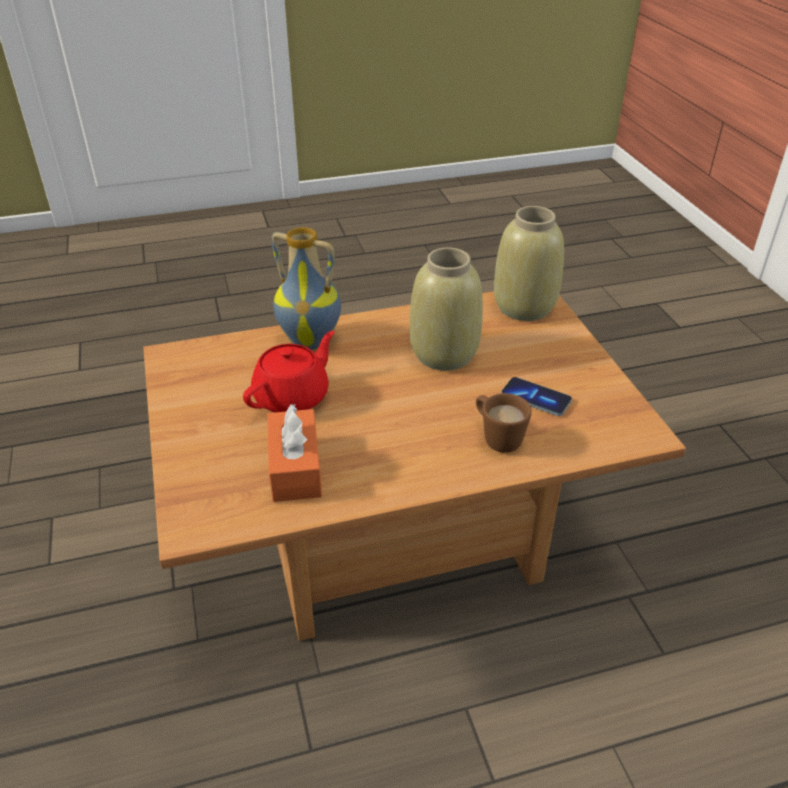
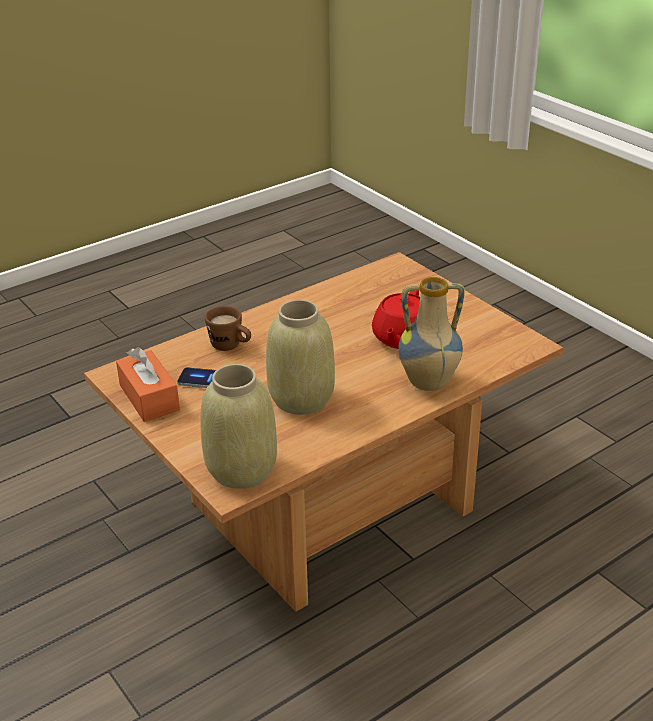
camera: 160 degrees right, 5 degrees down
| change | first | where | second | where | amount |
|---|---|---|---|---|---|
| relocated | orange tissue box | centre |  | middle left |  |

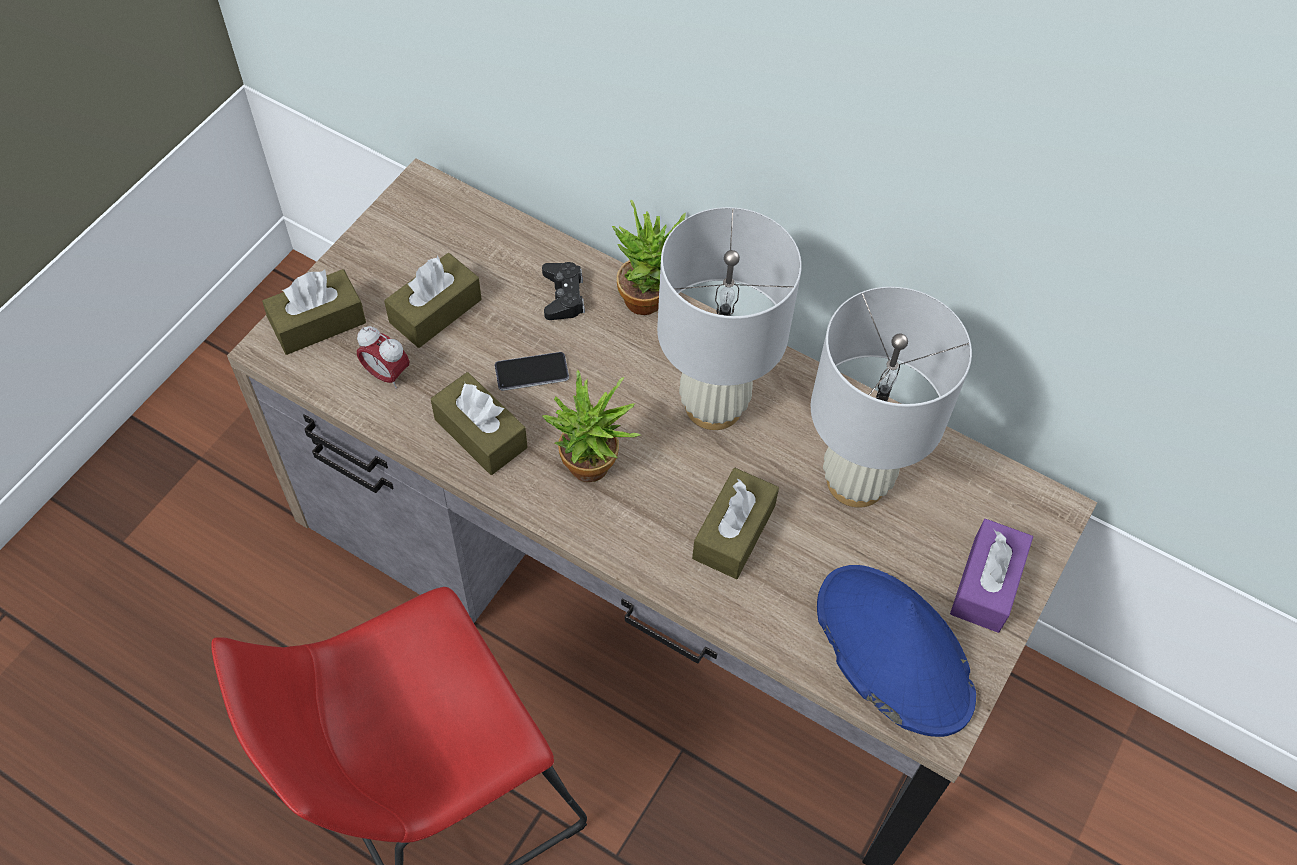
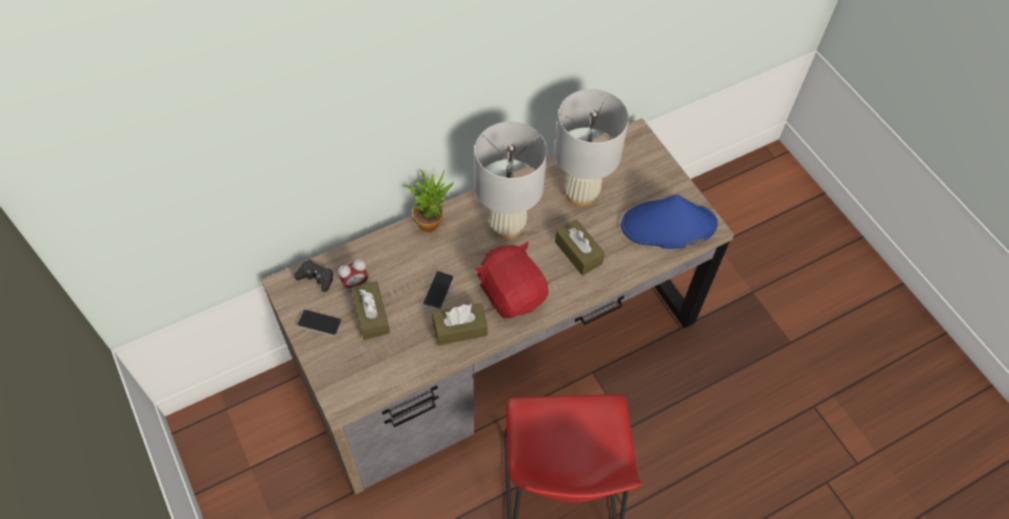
camera: 60 degrees left, 0 degrees up
| change | first | where | second | where | amount |
|---|---|---|---|---|---|
| missing | brown tissue box (no. 1 from left) | middle left |  |  |  |
| relocated | alarm clock | middle left |  | centre |  |
| relocated | black game controller | centre |  | middle left |  |
| exchanged | potted plant (no. 1 from left) | centre | red plush toy | centre |  |
| missing | purple tissue box | middle right |  |  |  |
| appeared |  |  | phone (no. 1 from left) | middle left |  |

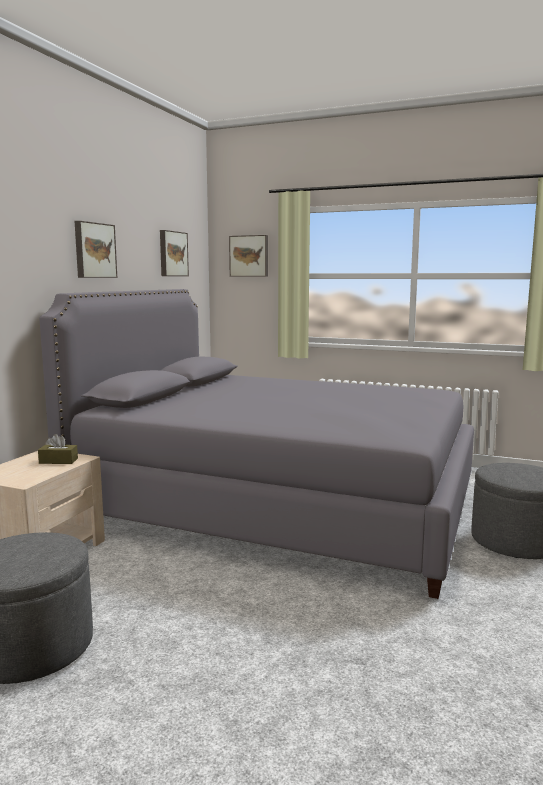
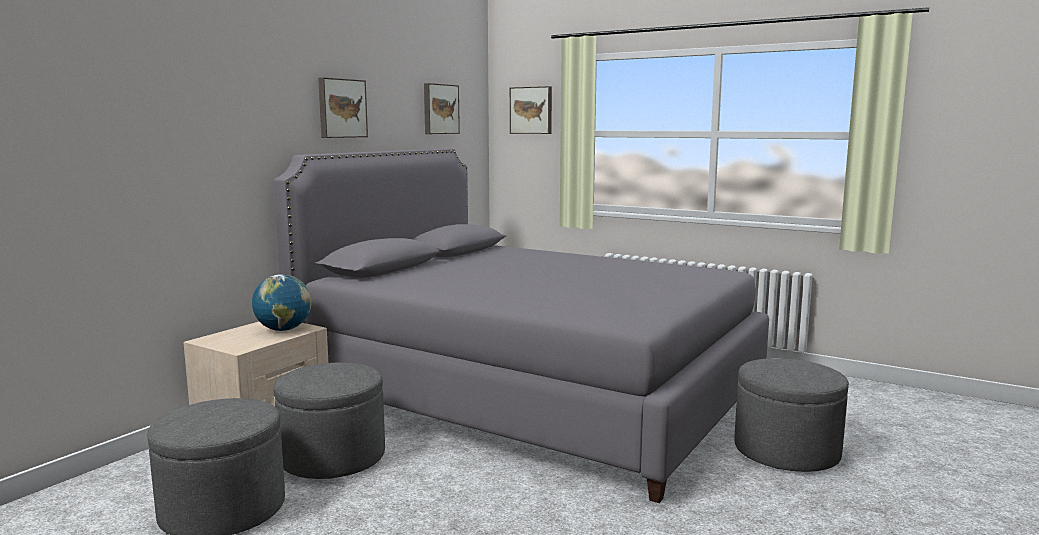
camera: 10 degrees right, 0 degrees up
| change | first | where | second | where | amount |
|---|---|---|---|---|---|
| exchanged | brown tissue box | middle left | globe | middle left |  |
| appeared |  |  | grey ottoman (no. 2 from left) | bottom left |  |

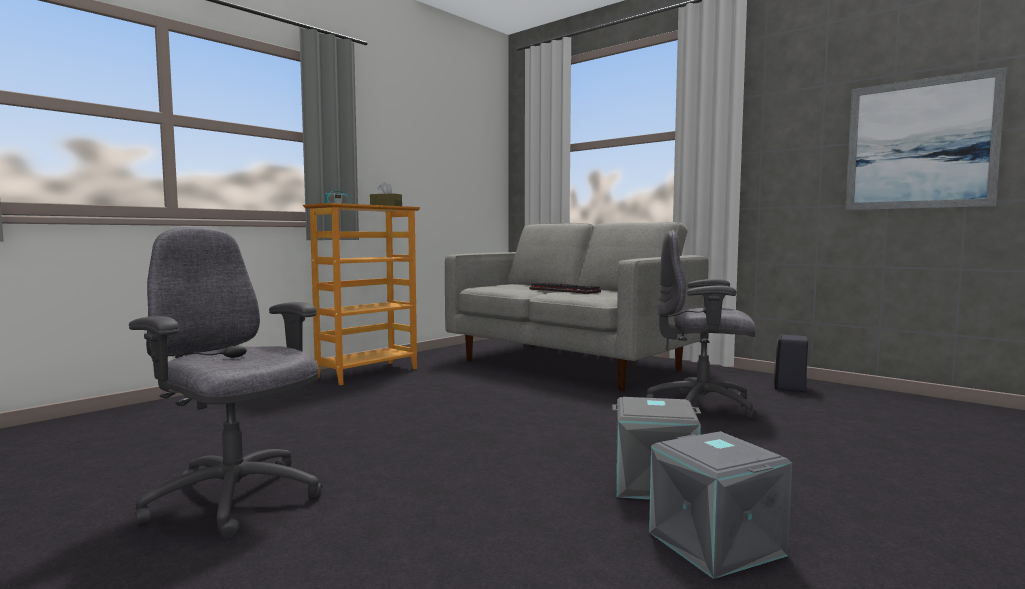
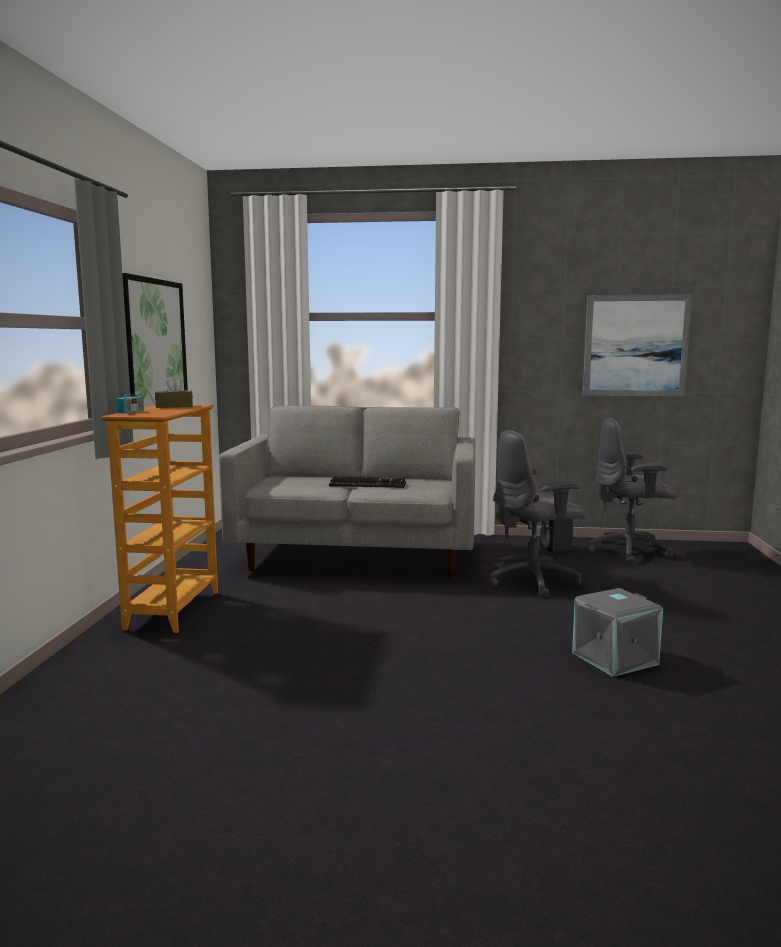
camera: 35 degrees left, 5 degrees up
| change | first | where | second | where | amount |
|---|---|---|---|---|---|
| relocated | grey office chair (no. 1 from left in the first image) | middle left | grey office chair (no. 2 from left) | middle right |  |
| missing | grey storage box (no. 2 from left) | bottom right |  |  |  |
| appeared |  |  | picture (no. 1 from left) | middle left |  |

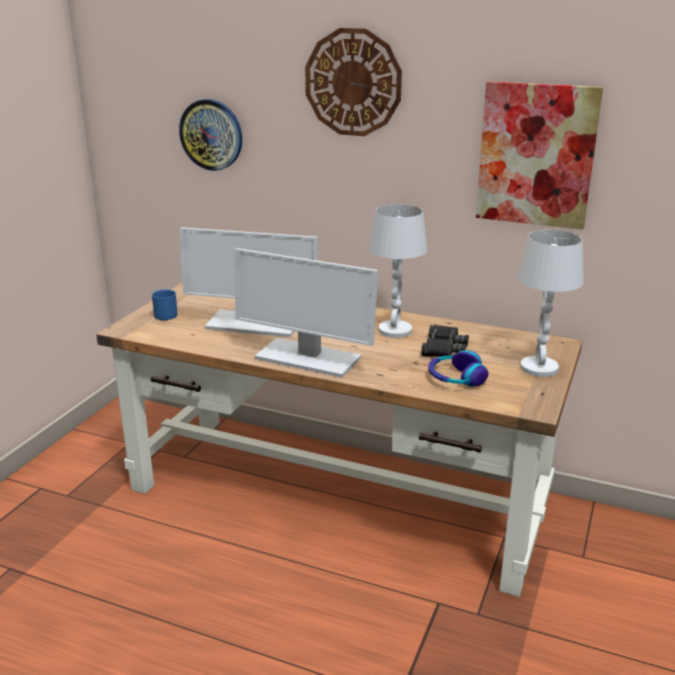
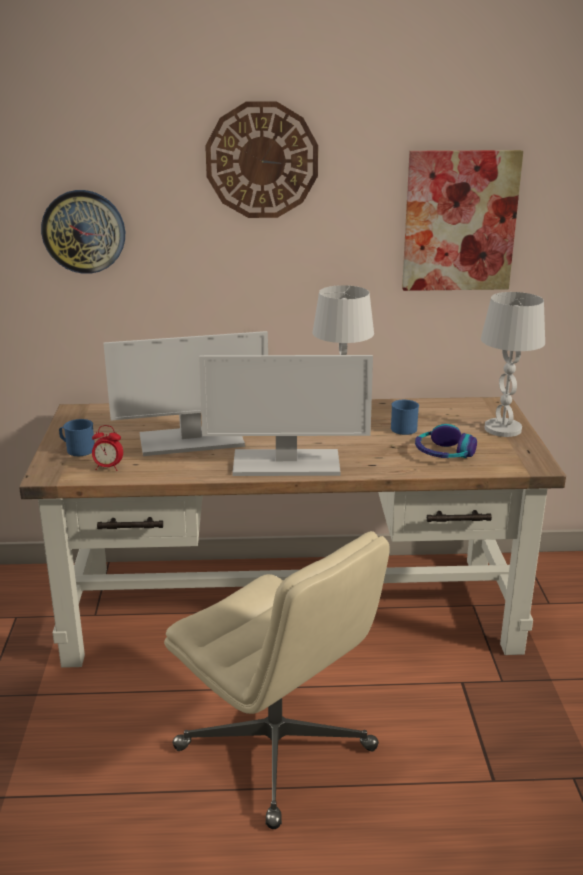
camera: 25 degrees left, 0 degrees up
| change | first | where | second | where | amount |
|---|---|---|---|---|---|
| exchanged | black binoculars | centre | blue mug (no. 2 from left) | middle right |  |
| appeared |  |  | alarm clock | middle left |  |
| appeared |  |  | beige office chair | bottom centre |  |

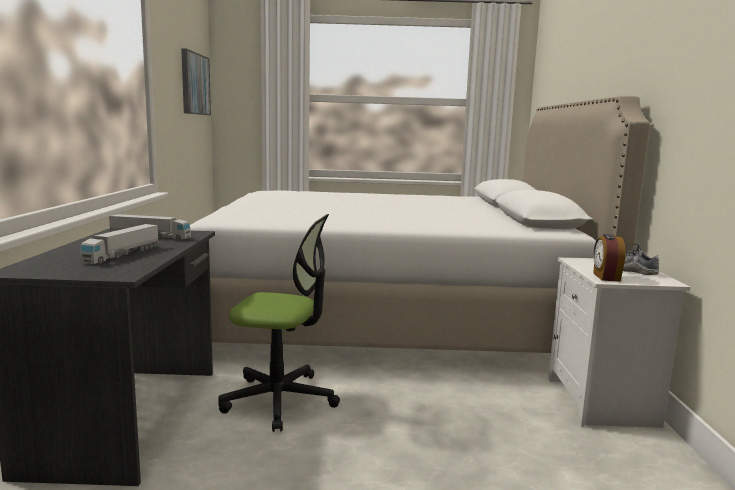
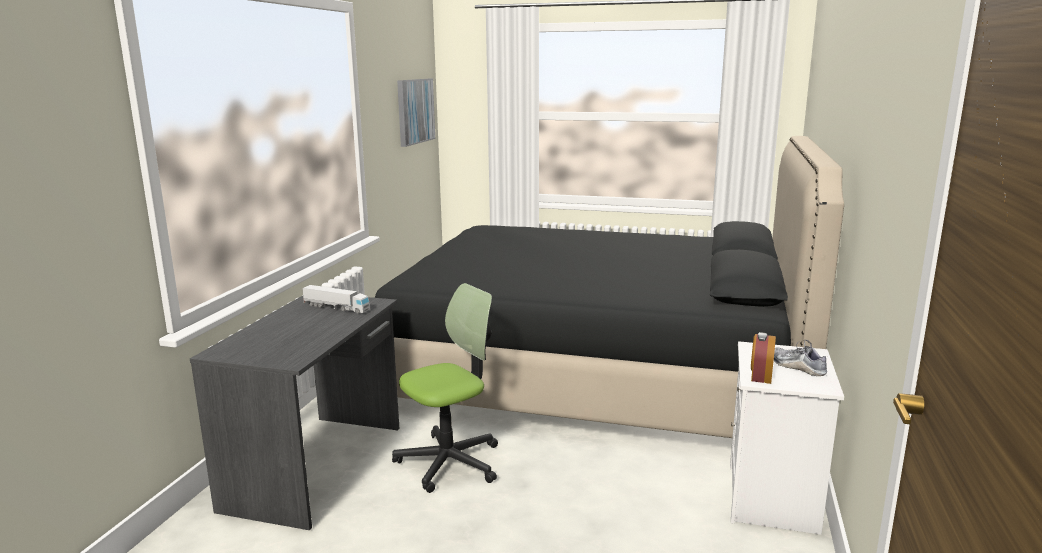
camera: 15 degrees right, 5 degrees up
| change | first | where | second | where | amount |
|---|---|---|---|---|---|
| missing | toy truck (no. 1 from left) | middle left |  |  |  |
| colour | white bed | centre | black bed | centre |  |
| spun | office chair | centre |  | bottom centre | 60 degrees counterclockwise |

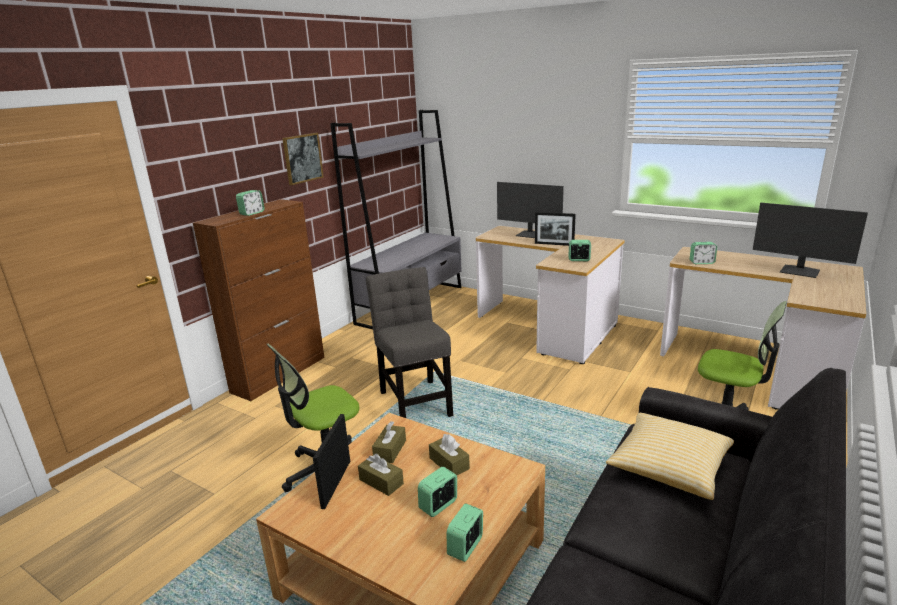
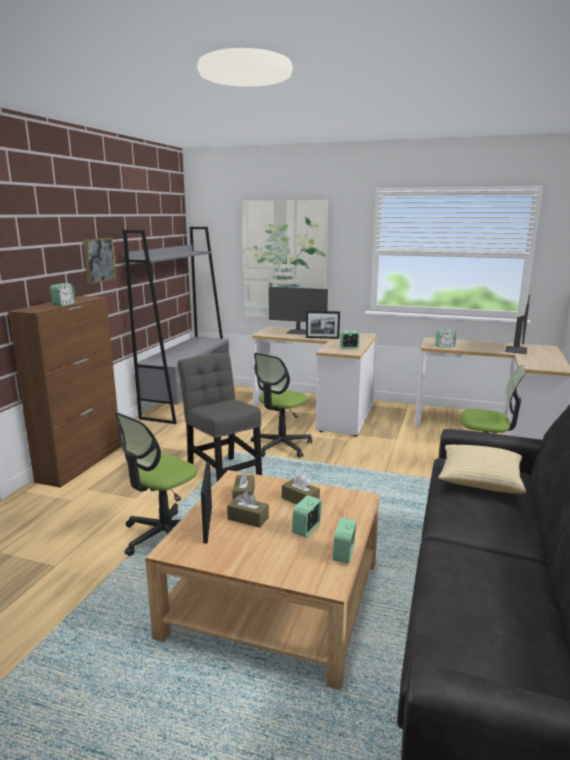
camera: 15 degrees left, 5 degrees down
| change | first | where | second | where | amount |
|---|---|---|---|---|---|
| spun | monitor (no. 2 from left) | middle right |  | middle right | 90 degrees counterclockwise |
| appeared |  |  | picture (no. 2 from left) | centre |  |
| appeared |  |  | office chair (no. 2 from left) | centre |  |

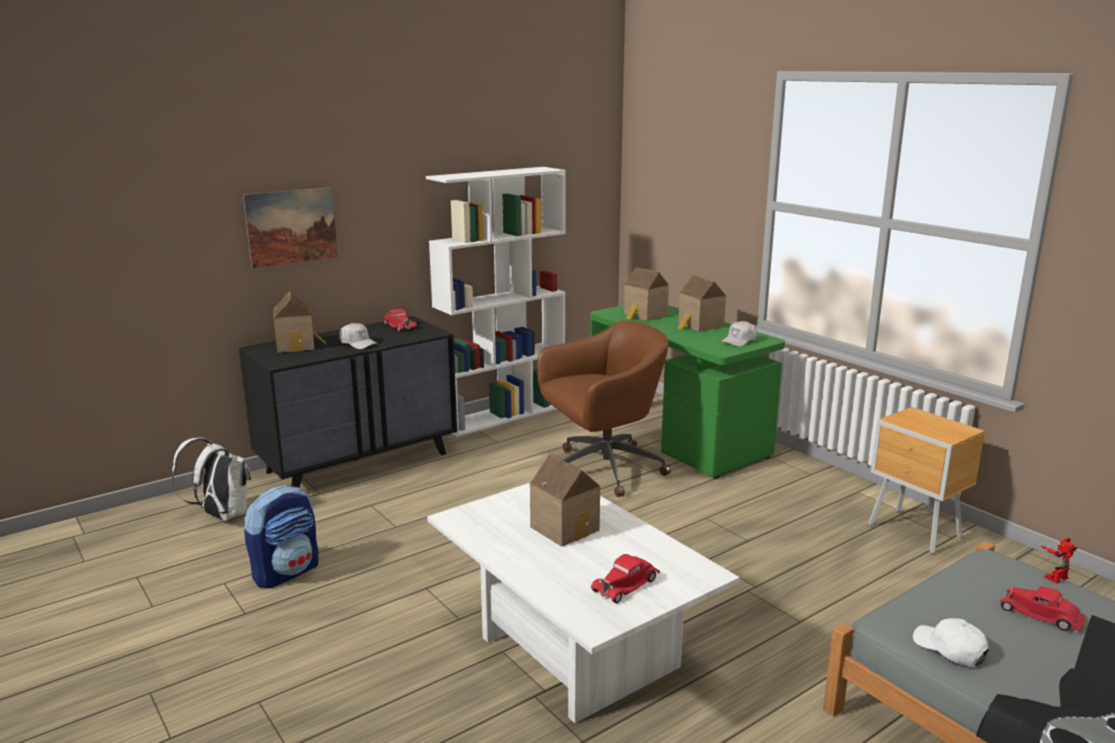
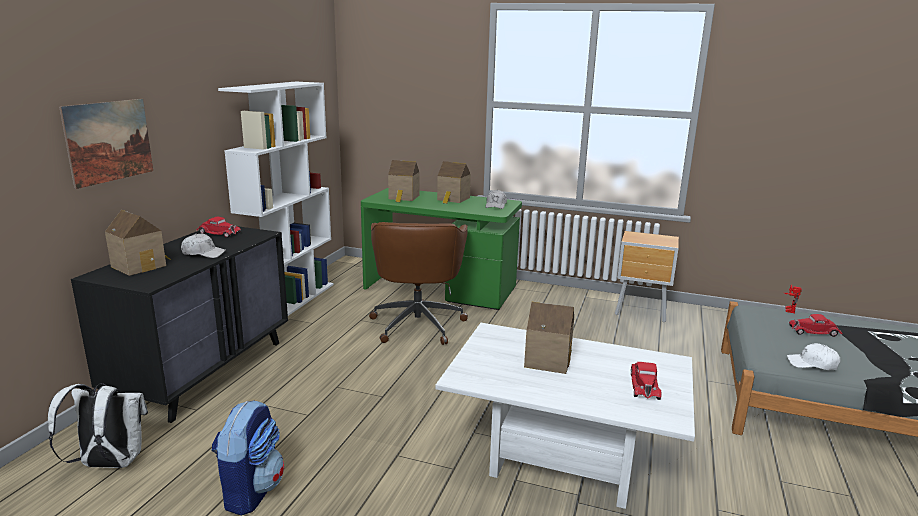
camera: 35 degrees left, 0 degrees up
| change | first | where | second | where | amount |
|---|---|---|---|---|---|
| spun | brown office chair | centre |  | centre | 150 degrees clockwise |

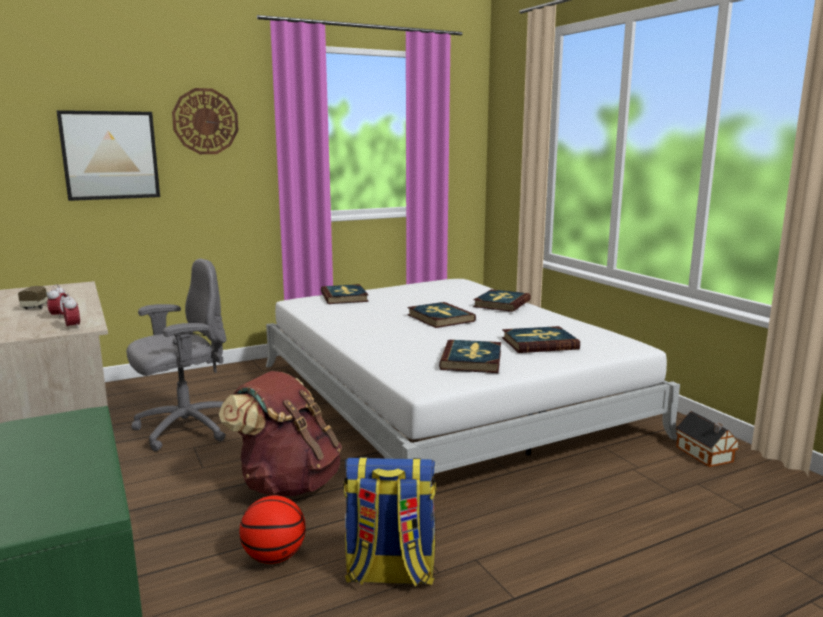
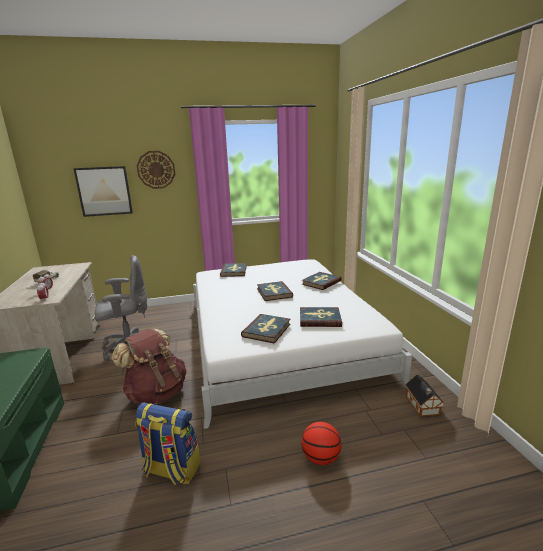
camera: 15 degrees right, 5 degrees up
| change | first | where | second | where | amount |
|---|---|---|---|---|---|
| relocated | basketball | bottom left |  | bottom centre |  |

